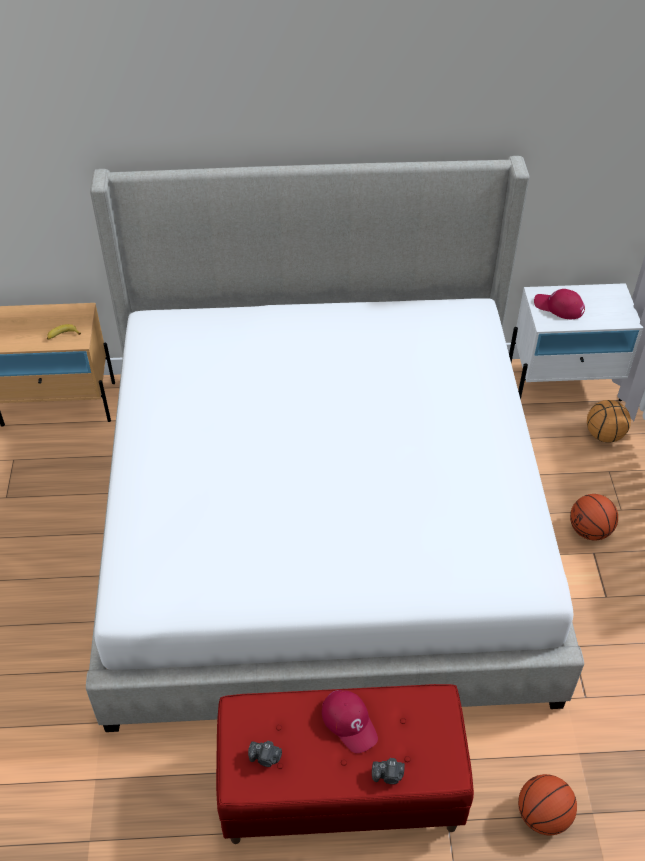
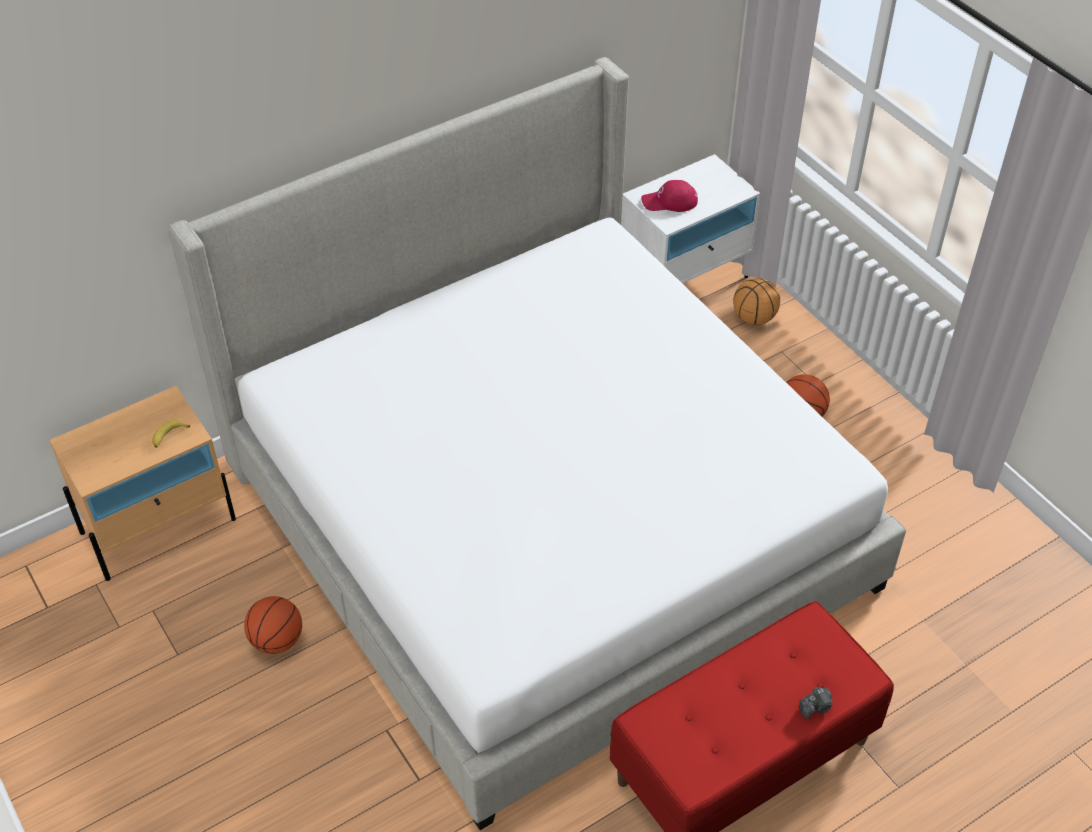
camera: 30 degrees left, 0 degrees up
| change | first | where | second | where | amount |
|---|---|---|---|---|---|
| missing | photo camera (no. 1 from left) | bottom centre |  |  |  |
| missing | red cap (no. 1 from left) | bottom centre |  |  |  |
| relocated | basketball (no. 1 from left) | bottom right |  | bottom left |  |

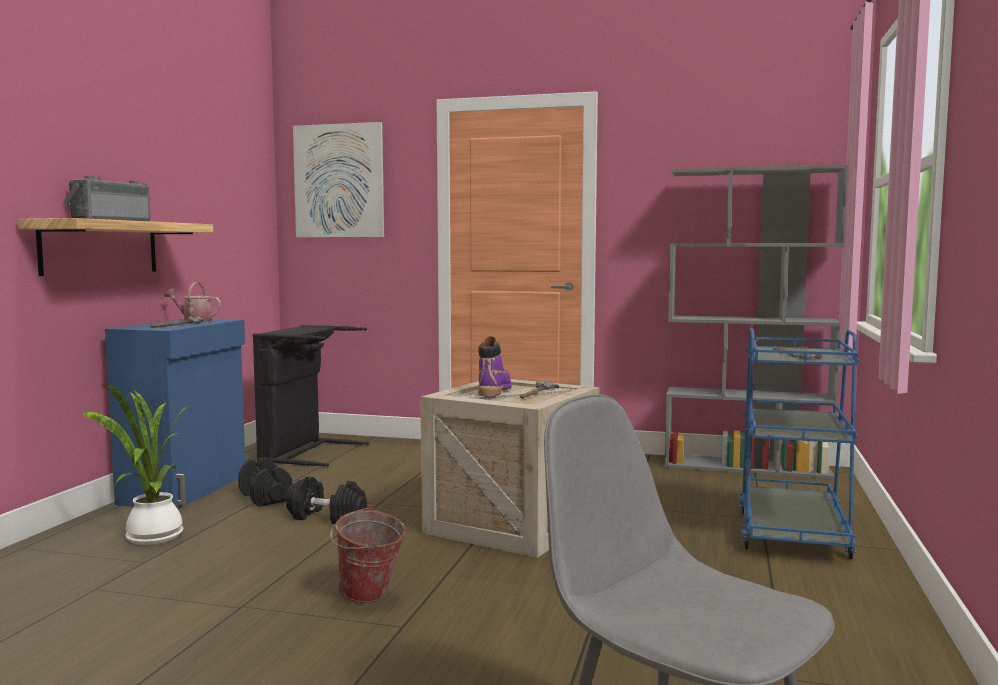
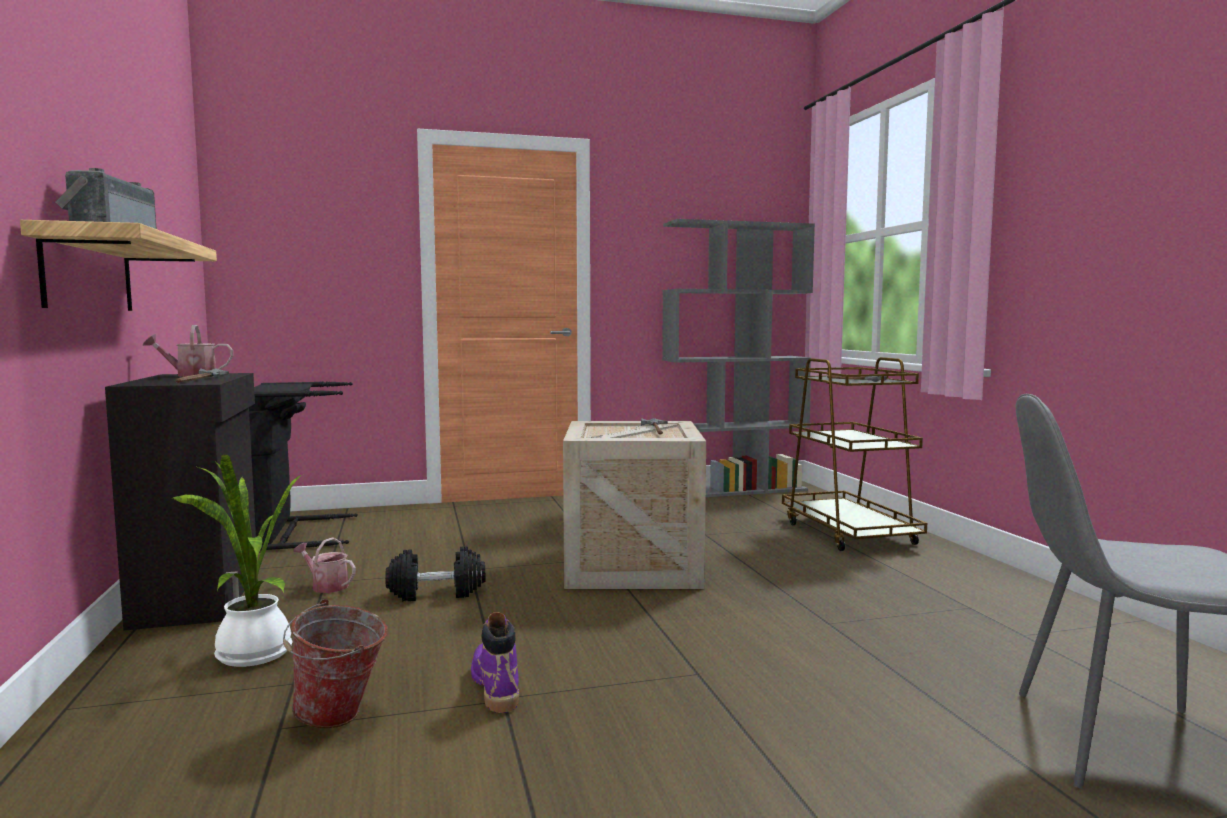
camera: 30 degrees left, 0 degrees up
| change | first | where | second | where | amount |
|---|---|---|---|---|---|
| colour | blue cabinet | middle left | black cabinet | middle left |  |
| exchanged | black dumbbell (no. 1 from left) | bottom left | watering can (no. 2 from left) | bottom left |  |
| missing | picture | top centre |  |  |  |
| relocated | bucket | bottom centre |  | bottom left |  |
| relocated | purple boot | centre |  | bottom centre |  |
| colour | blue cart | middle right | brown cart | middle right |  |

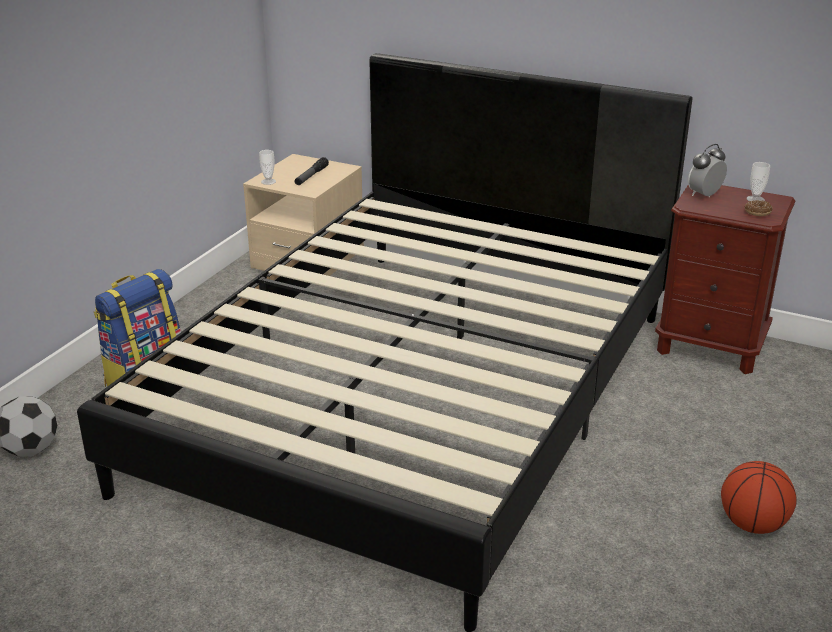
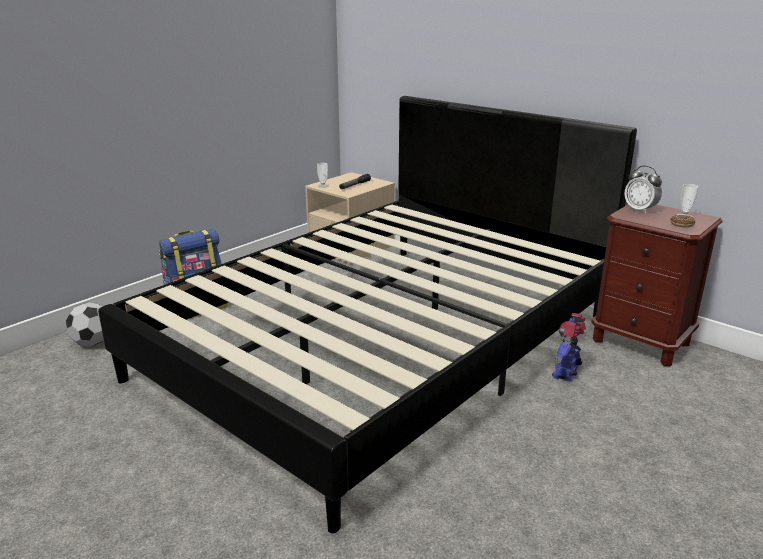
camera: 15 degrees right, 5 degrees down
| change | first | where | second | where | amount |
|---|---|---|---|---|---|
| spun | alarm clock | top right |  | middle right | 105 degrees counterclockwise |
| missing | basketball | bottom right |  |  |  |
| appeared |  |  | toy robot | middle right |  |

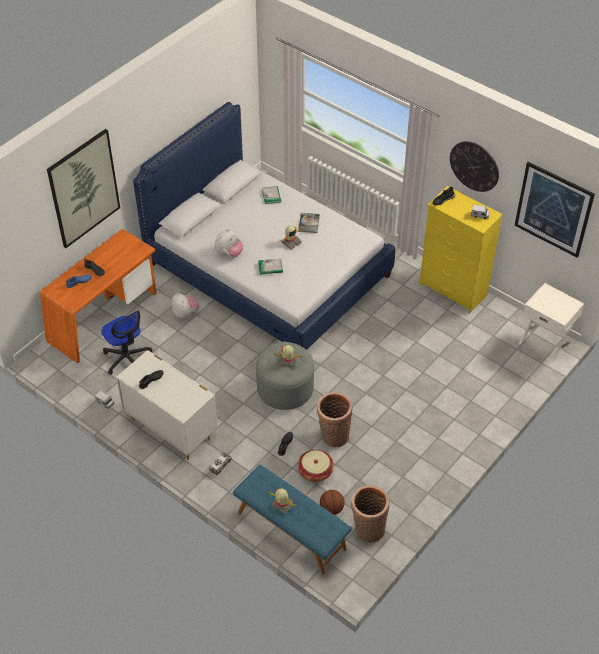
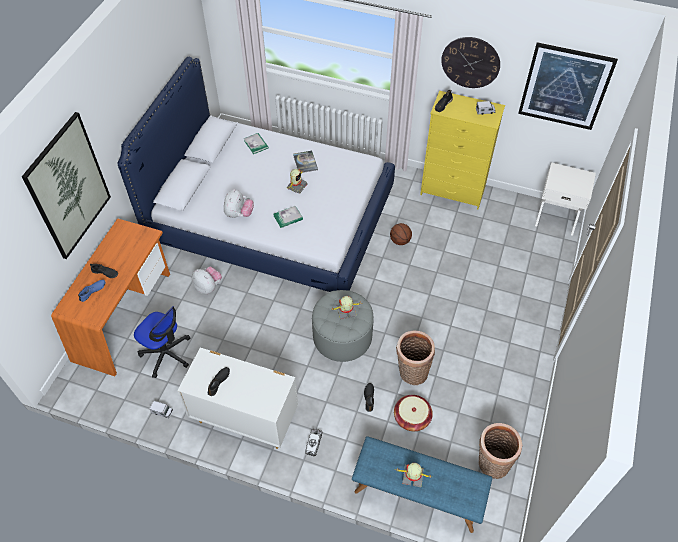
camera: 20 degrees left, 5 degrees up
| change | first | where | second | where | amount |
|---|---|---|---|---|---|
| relocated | basketball | bottom centre |  | centre |  |

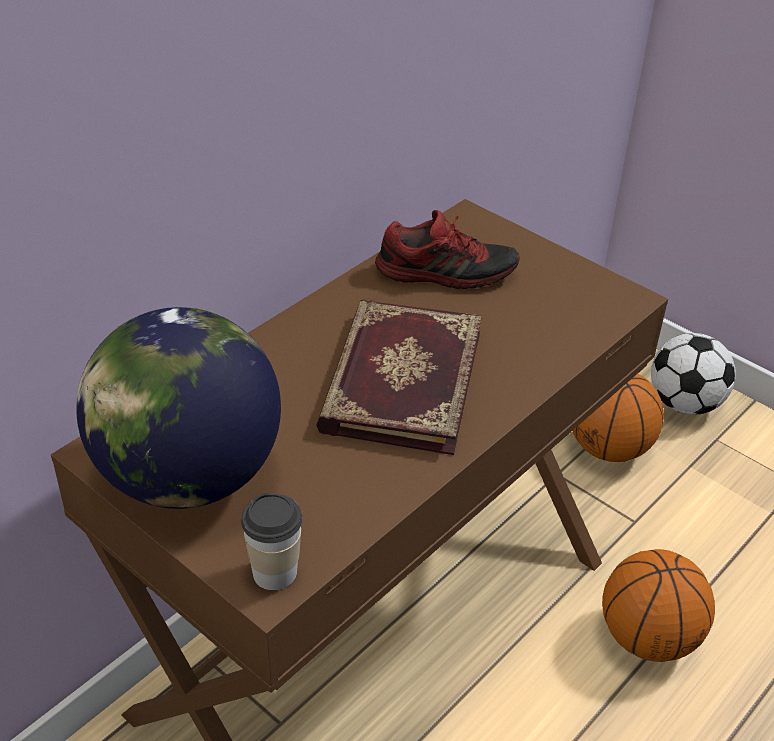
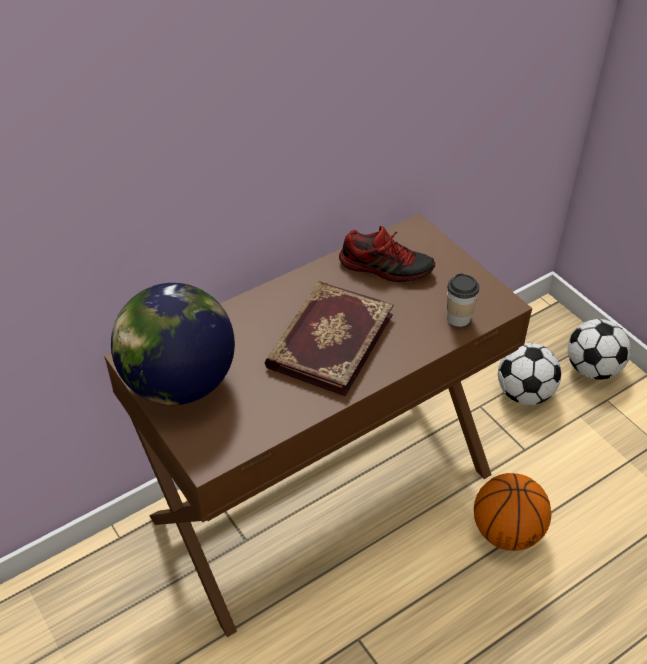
camera: 15 degrees right, 5 degrees up
| change | first | where | second | where | amount |
|---|---|---|---|---|---|
| relocated | cup | bottom centre |  | middle right |  |
| exchanged | basketball (no. 1 from left) | middle right | football (no. 1 from left) | middle right |  |

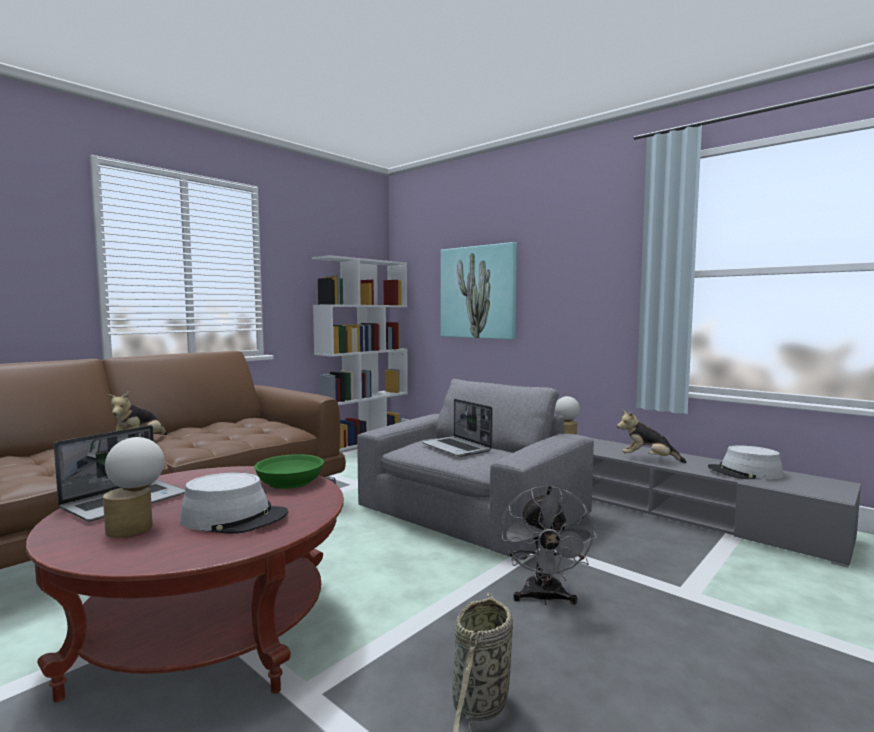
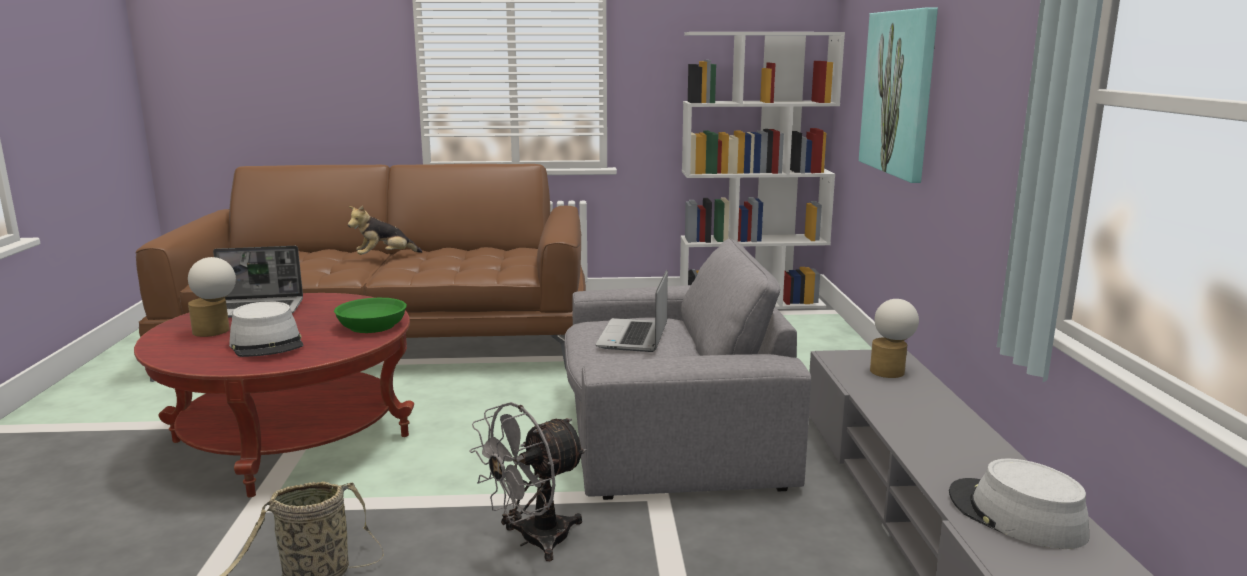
camera: 45 degrees right, 10 degrees up
| change | first | where | second | where | amount |
|---|---|---|---|---|---|
| missing | plush toy (no. 2 from left) | middle right |  |  |  |

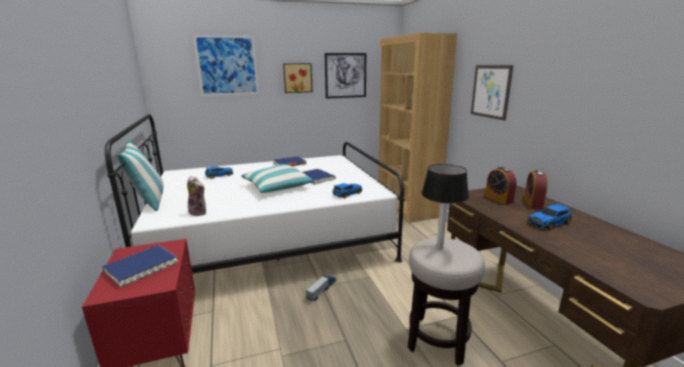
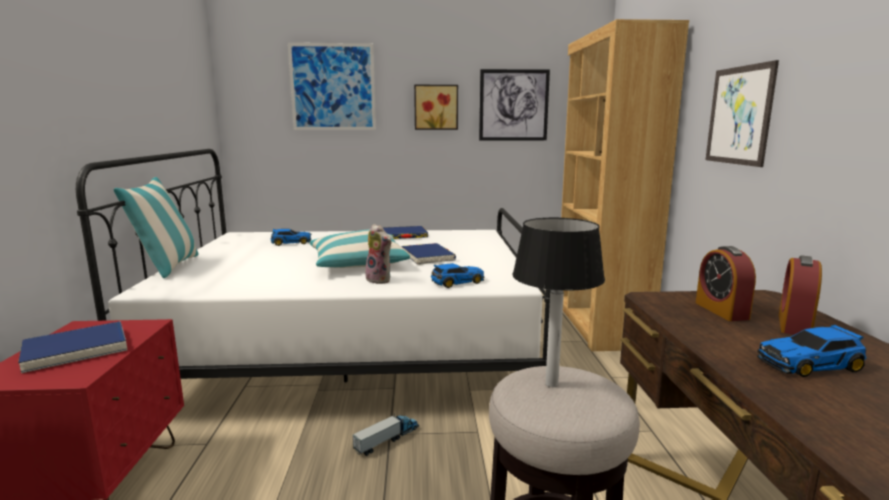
camera: 15 degrees right, 5 degrees down
| change | first | where | second | where | amount |
|---|---|---|---|---|---|
| relocated | plush toy | middle left |  | centre |  |

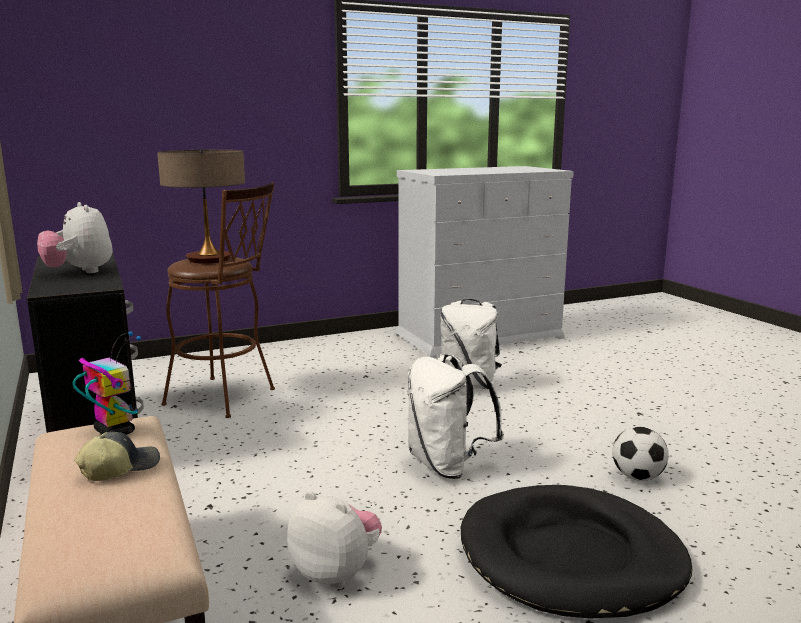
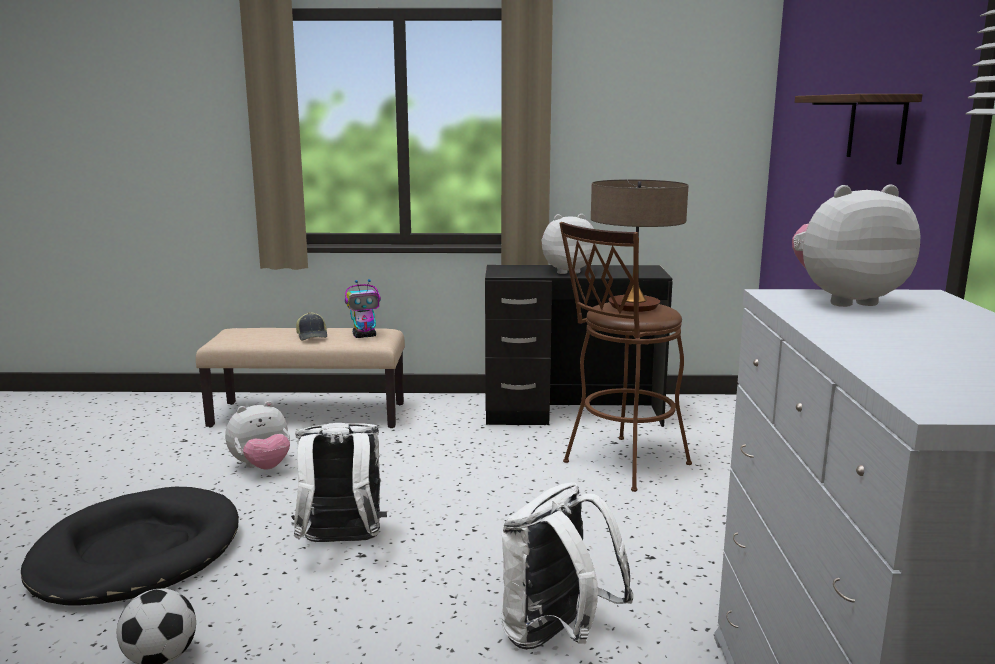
camera: 115 degrees right, 0 degrees up
| change | first | where | second | where | amount |
|---|---|---|---|---|---|
| appeared |  |  | plush toy (no. 3 from left) | middle right |  |
| appeared |  |  | shelf | top right |  |

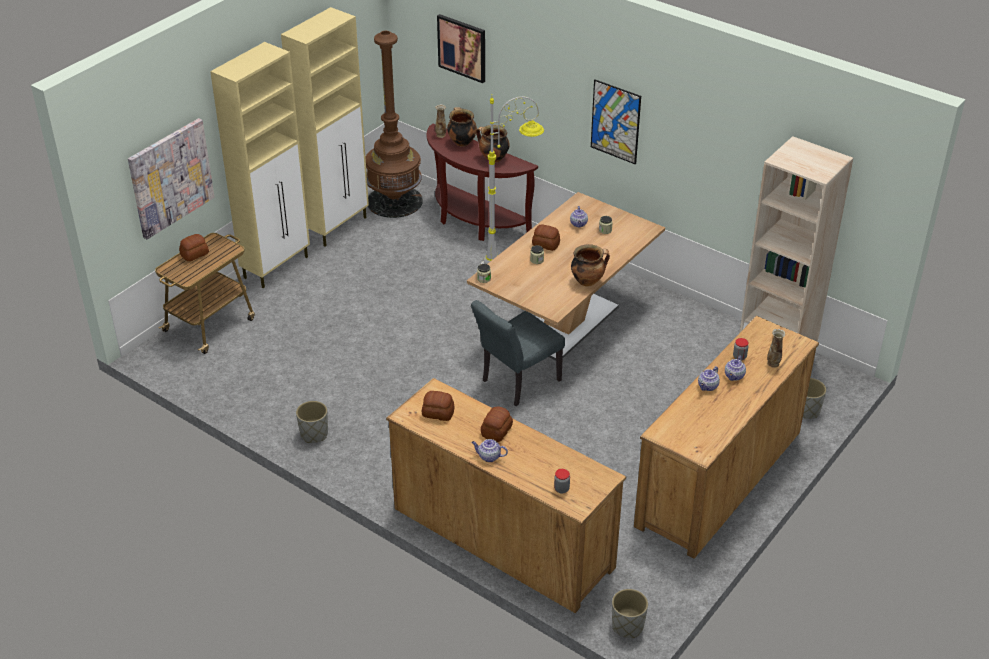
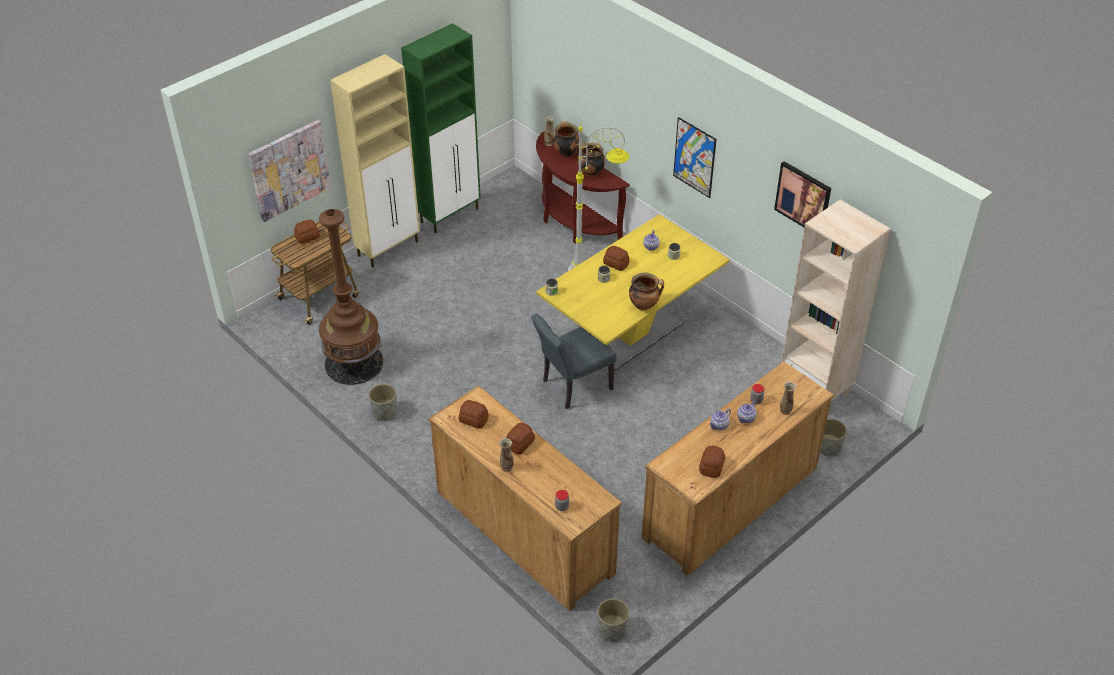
camera: 10 degrees right, 5 degrees up
| change | first | where | second | where | amount |
|---|---|---|---|---|---|
| colour | beige cabinet (no. 2 from left) | top left | green cabinet | top centre |  |
| relocated | brown floor lamp | top centre |  | middle left |  |
| relocated | picture (no. 2 from left in the first image) | top centre | picture (no. 3 from left) | top right |  |
| colour | brown dining table | centre | yellow dining table | centre |  |
| exchanged | teapot (no. 1 from left) | bottom centre | vase (no. 1 from left) | bottom centre |  |
| appeared |  |  | bread (no. 5 from left) | bottom centre |  |

